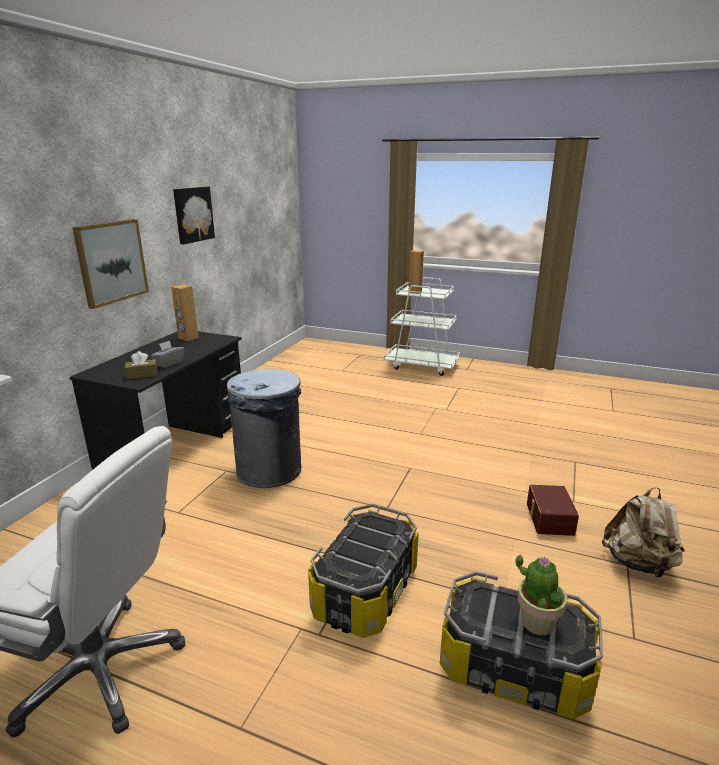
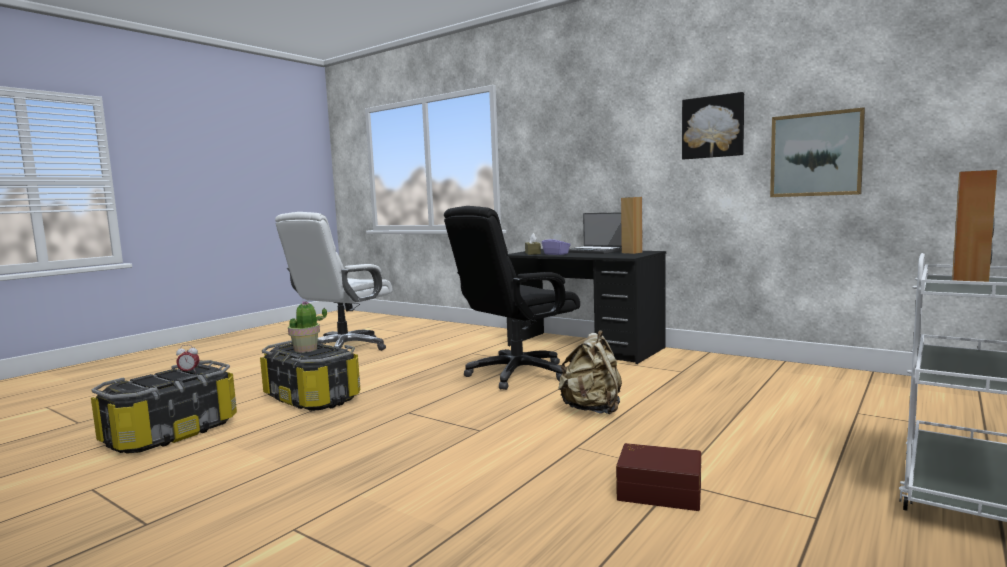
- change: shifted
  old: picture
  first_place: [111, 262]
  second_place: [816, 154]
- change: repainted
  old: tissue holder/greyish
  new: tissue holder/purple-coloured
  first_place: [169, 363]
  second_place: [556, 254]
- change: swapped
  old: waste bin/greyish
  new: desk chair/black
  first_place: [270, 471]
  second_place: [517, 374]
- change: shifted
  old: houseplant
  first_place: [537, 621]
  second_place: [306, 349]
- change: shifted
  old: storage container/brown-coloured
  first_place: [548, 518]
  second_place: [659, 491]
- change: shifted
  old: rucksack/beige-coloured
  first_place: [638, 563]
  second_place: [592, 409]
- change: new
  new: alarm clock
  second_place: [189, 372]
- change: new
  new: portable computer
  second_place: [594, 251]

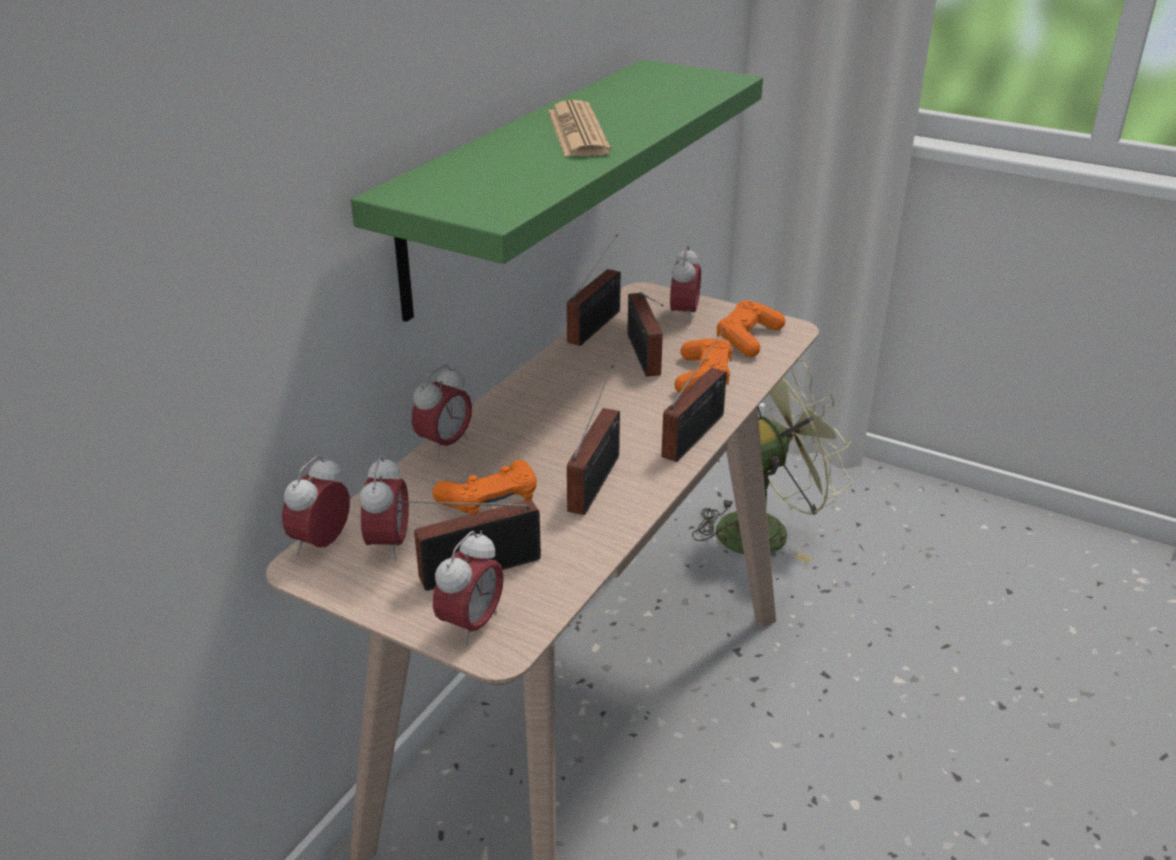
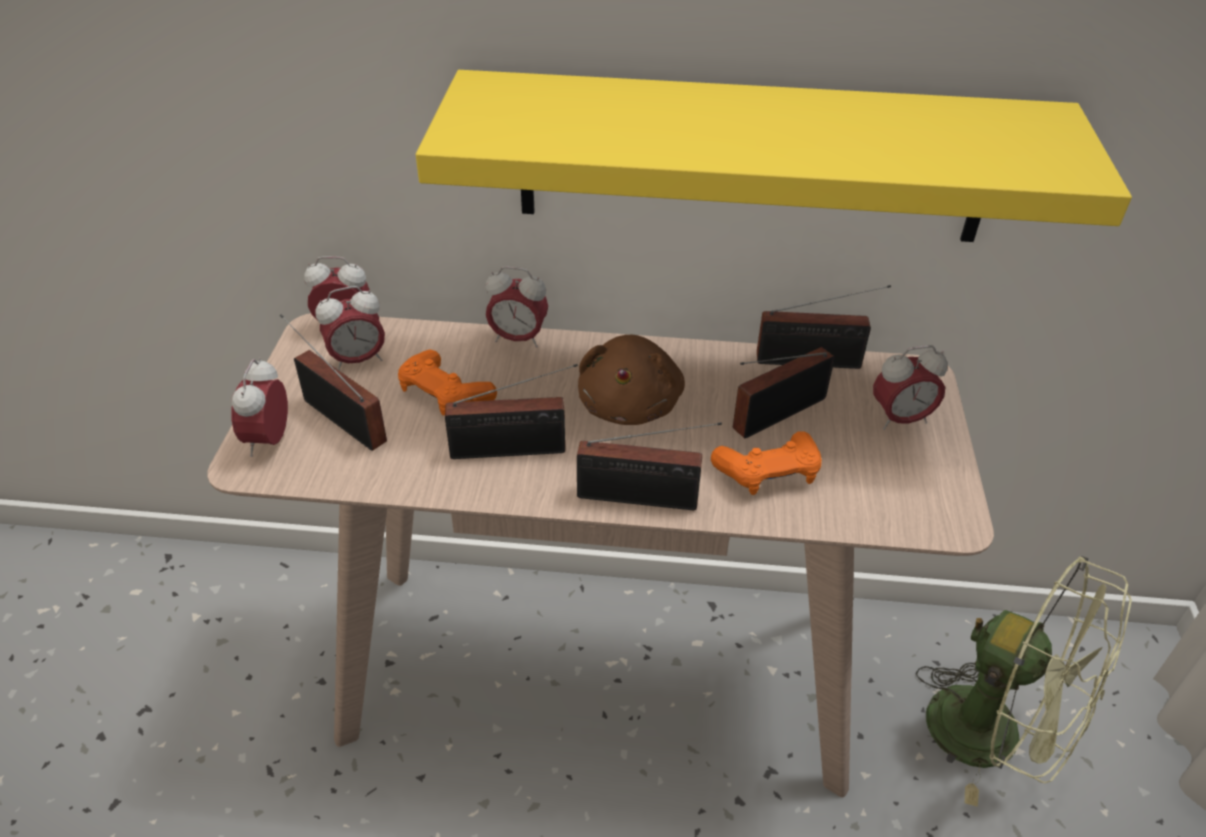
- change: repainted
  old: wall shelf/greenish
  new: wall shelf/yellow-coloured
  first_place: [523, 182]
  second_place: [752, 158]
- change: rotated
  old: alarm clock
  first_place: [471, 625]
  second_place: [269, 440]
  degrees: 90
- change: gone
  old: daily paper
  first_place: [577, 132]
- change: gone
  old: joypad/orangey
  first_place: [748, 338]
- change: new
  new: cuddly toy/brown-coloured
  second_place: [630, 404]

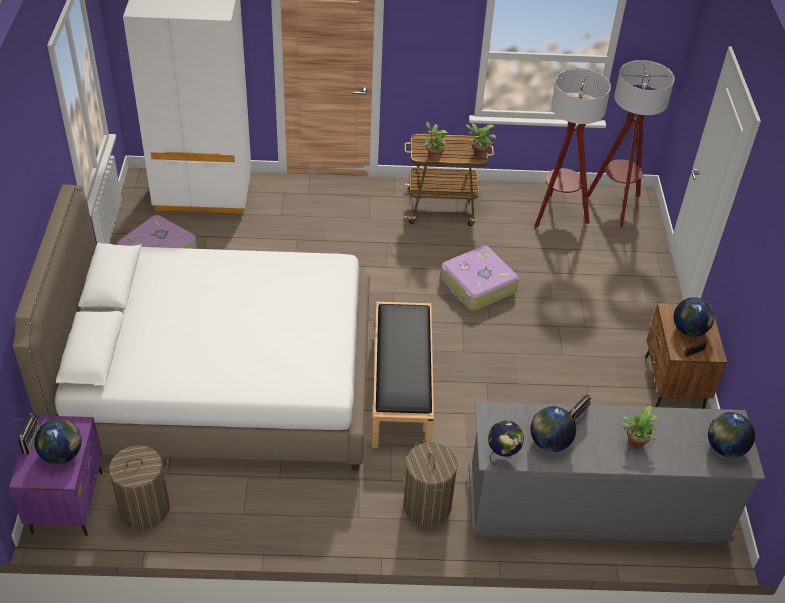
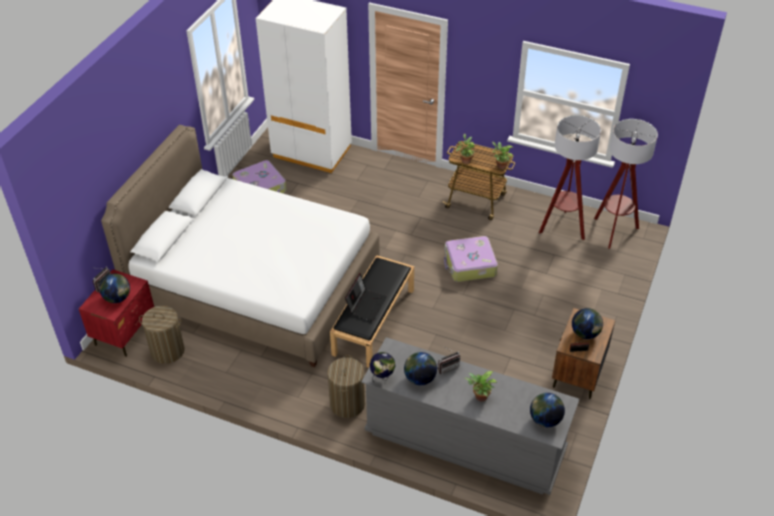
- change: repainted
  old: nightstand/purple-coloured
  new: nightstand/red
  first_place: [68, 502]
  second_place: [125, 333]
- change: new
  new: portable computer
  second_place: [366, 304]

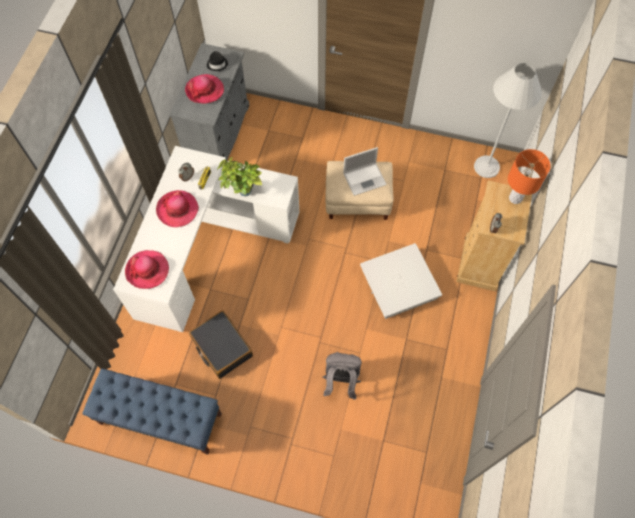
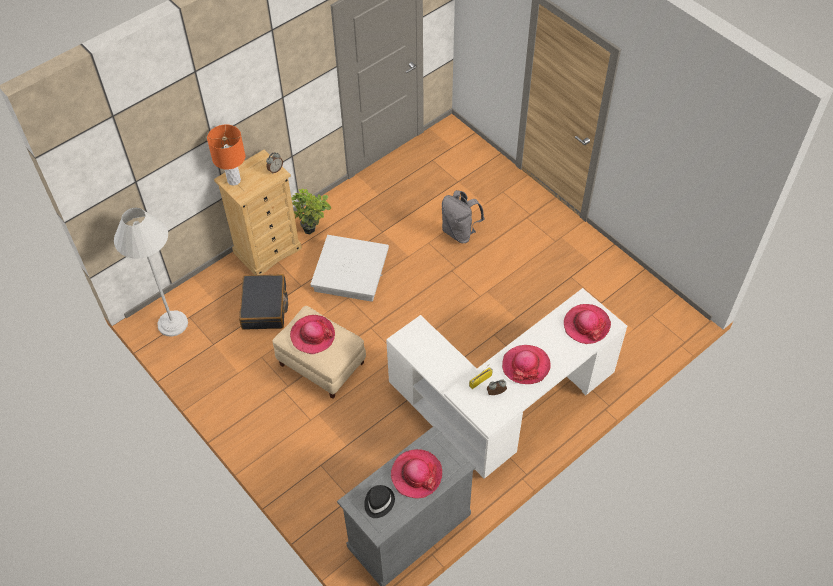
- change: gone
  old: bench/bluish
  first_place: [160, 419]
- change: shifted
  old: piece of luggage/black
  first_place: [221, 347]
  second_place: [265, 307]
- change: shifted
  old: houseplant
  first_place: [242, 193]
  second_place: [313, 229]
- change: swapped
  old: portable computer
  new: wearable hat
  first_place: [365, 178]
  second_place: [312, 335]

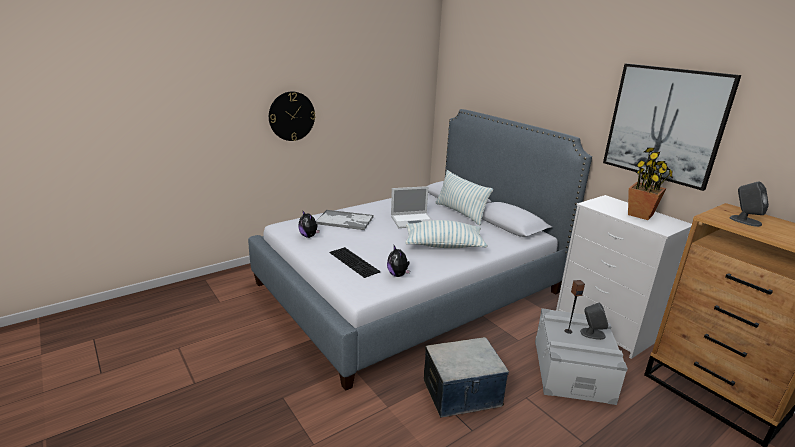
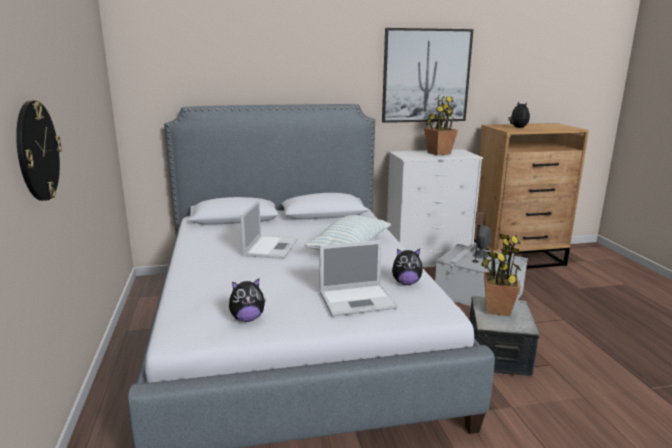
- change: gone
  old: tray
  first_place: [345, 221]
- change: swapped
  old: computer keyboard
  new: portable computer
  first_place: [355, 262]
  second_place: [358, 300]
- change: gone
  old: pillow
  first_place: [460, 213]
- change: swapped
  old: audio speaker/greyish
  new: cuddly toy
  first_place: [744, 221]
  second_place: [517, 127]
- change: new
  new: houseplant
  second_place: [497, 309]

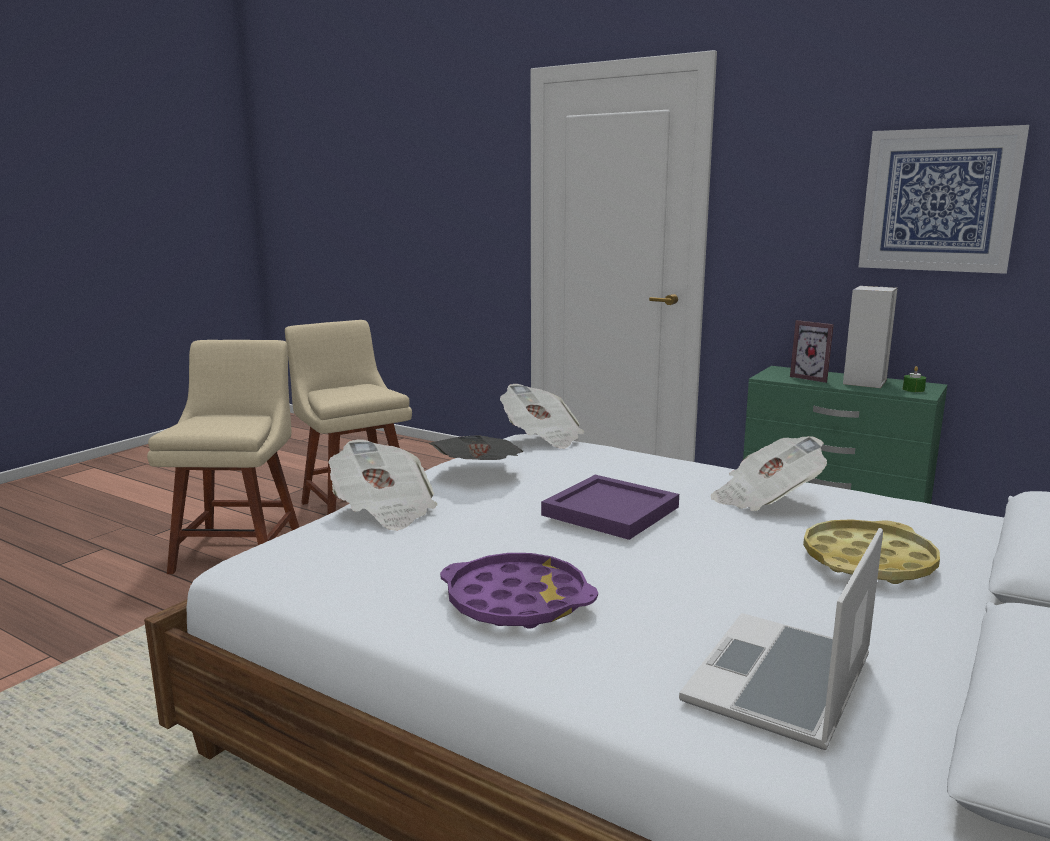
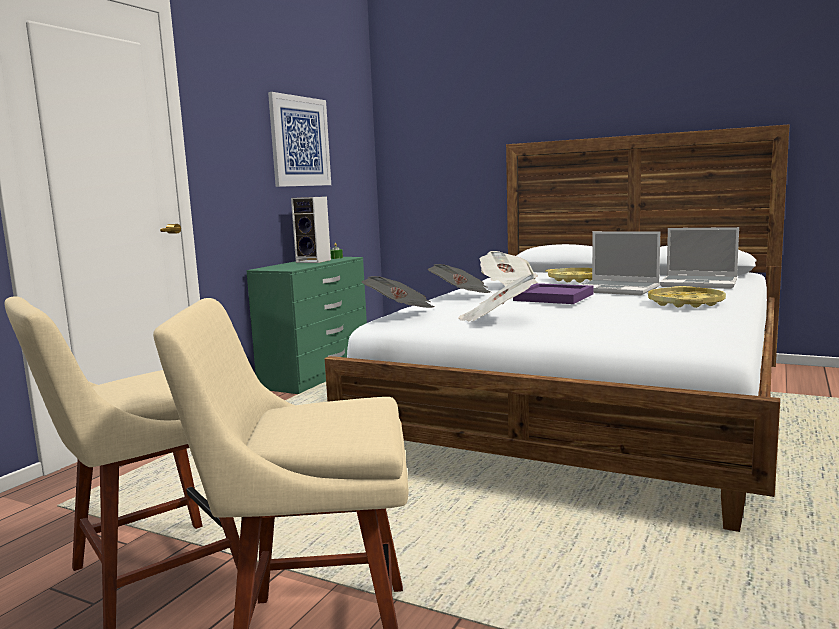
- change: shifted
  old: daily paper
  first_place: [384, 511]
  second_place: [462, 296]
- change: repainted
  old: tray/purple-coloured
  new: tray/yellow-coloured
  first_place: [517, 601]
  second_place: [685, 303]
- change: gone
  old: photo frame
  first_place: [812, 378]
- change: new
  new: portable computer
  second_place: [618, 289]

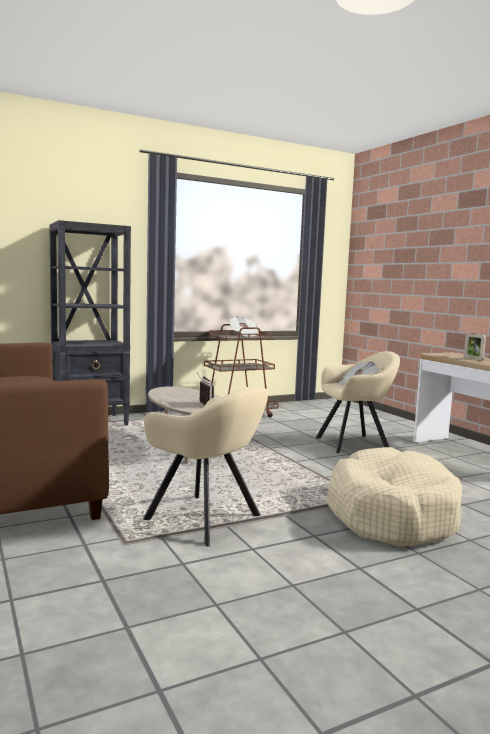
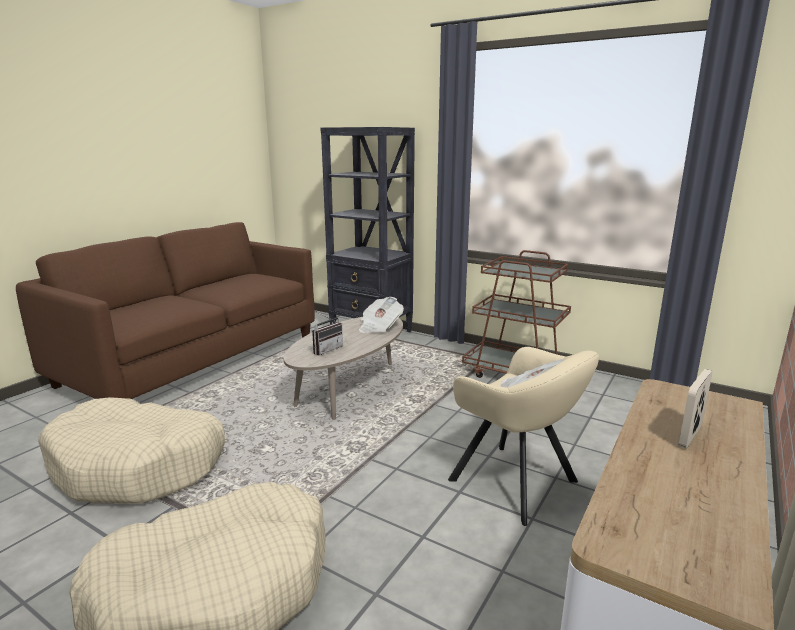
- change: swapped
  old: lounge chair/beige-coloured
  new: dog bed/beige-coloured
  first_place: [206, 520]
  second_place: [138, 466]
- change: shifted
  old: daily paper
  first_place: [244, 335]
  second_place: [379, 327]

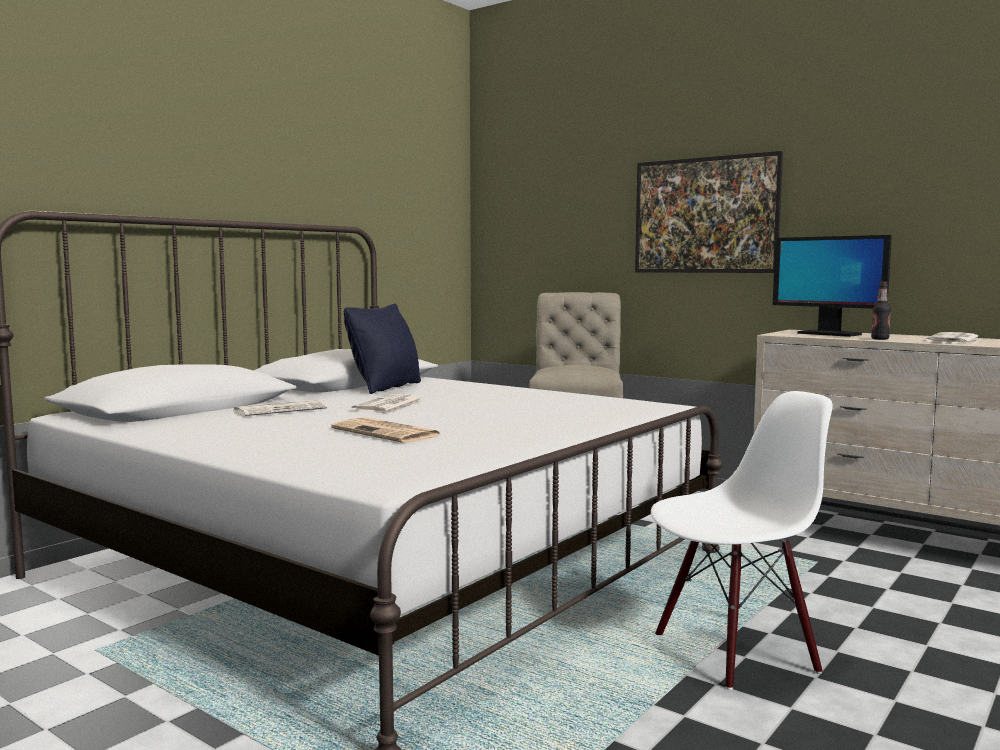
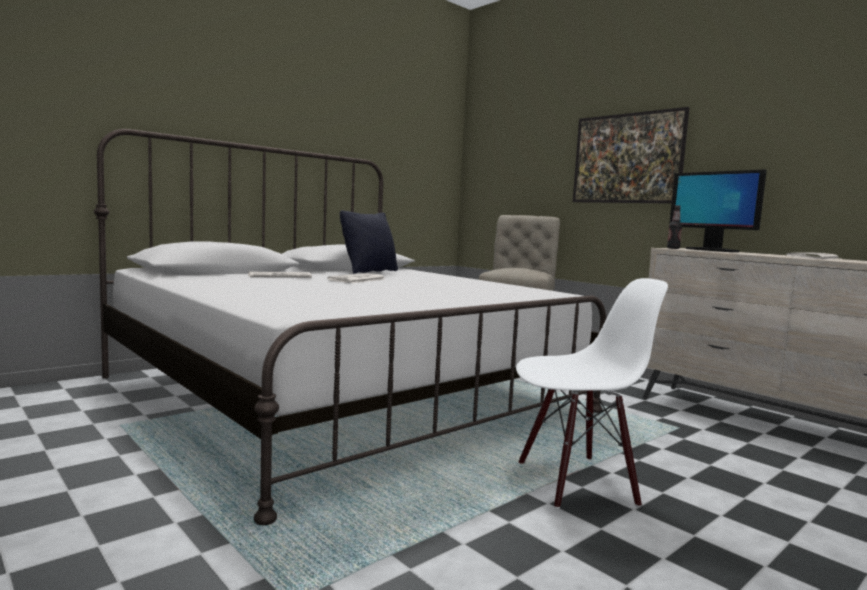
- change: gone
  old: daily paper
  first_place: [388, 432]
- change: shifted
  old: drink bottle
  first_place: [880, 339]
  second_place: [673, 248]

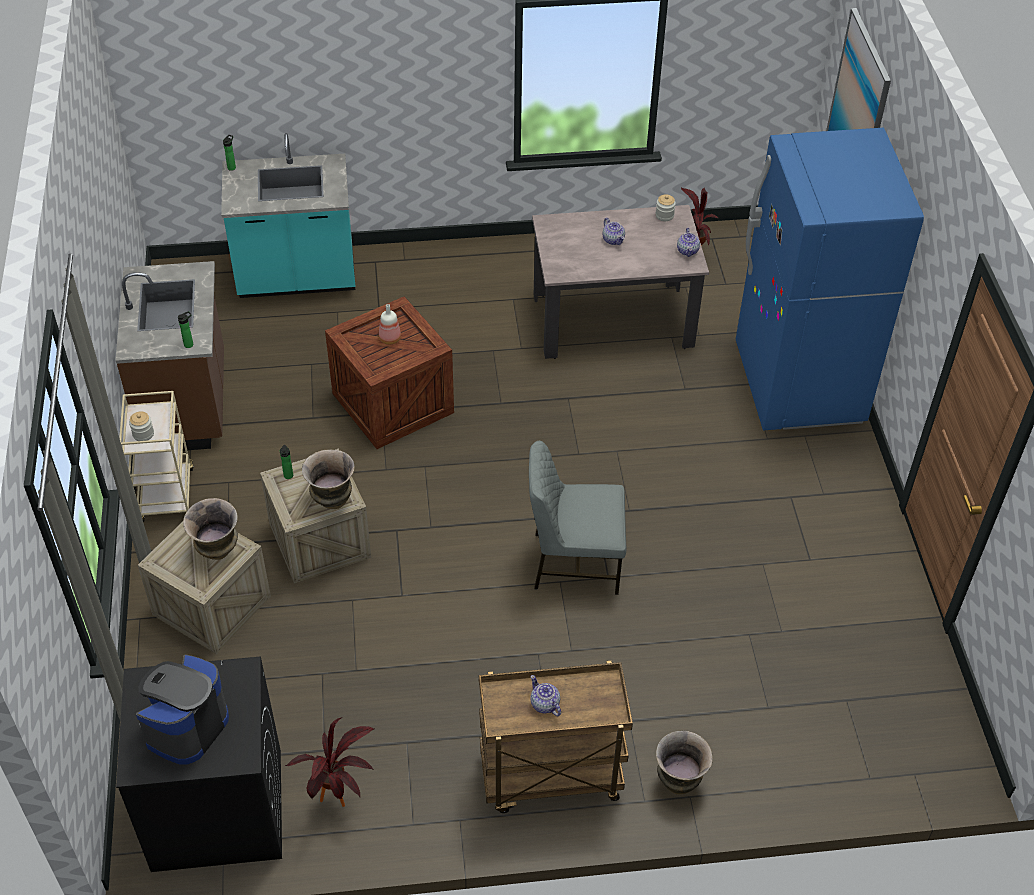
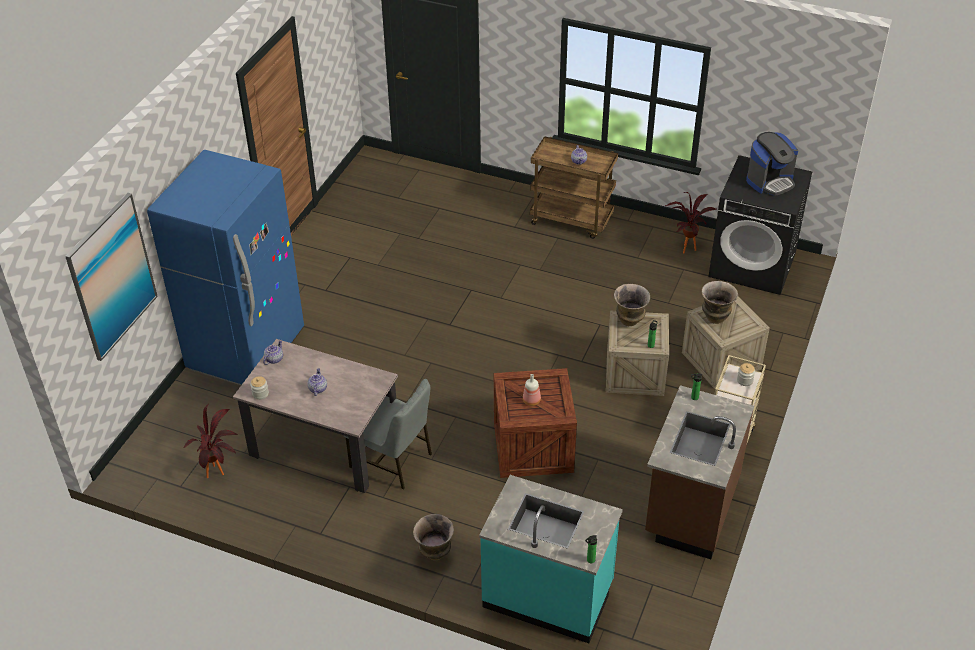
- change: shifted
  old: chair/greyish
  first_place: [574, 561]
  second_place: [392, 460]
- change: shifted
  old: vase
  first_place: [679, 781]
  second_place: [435, 553]

